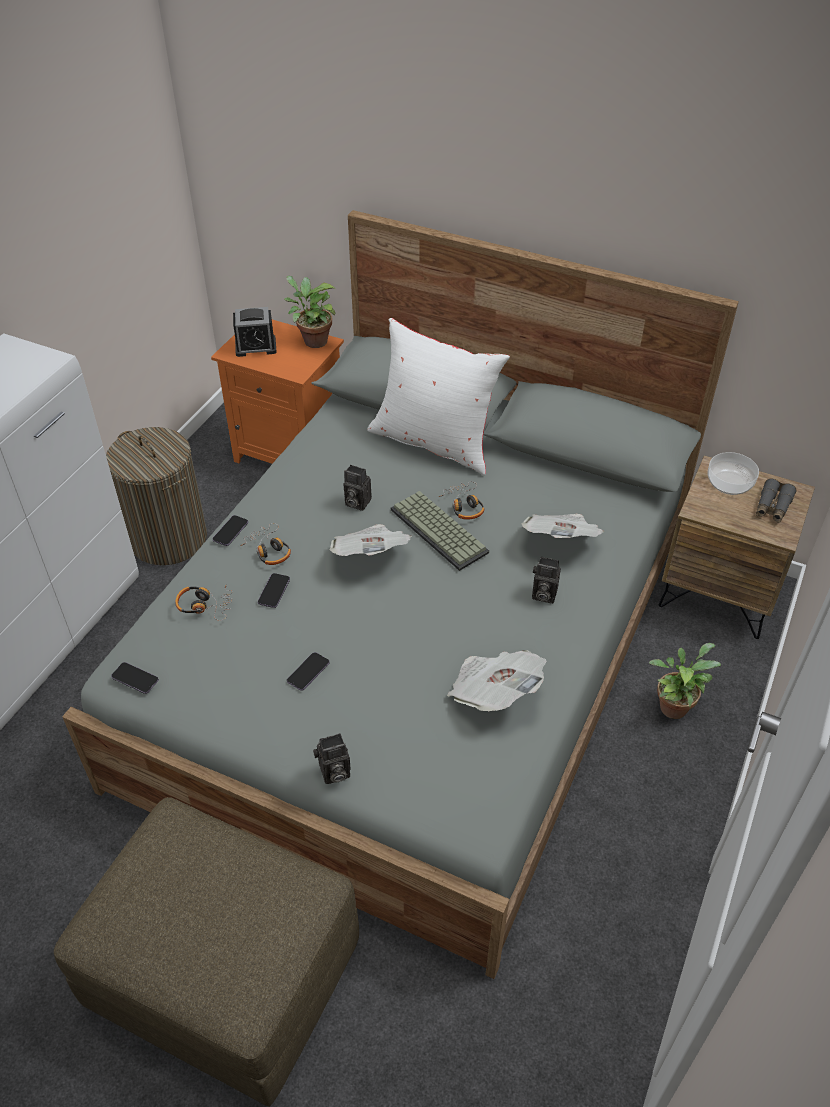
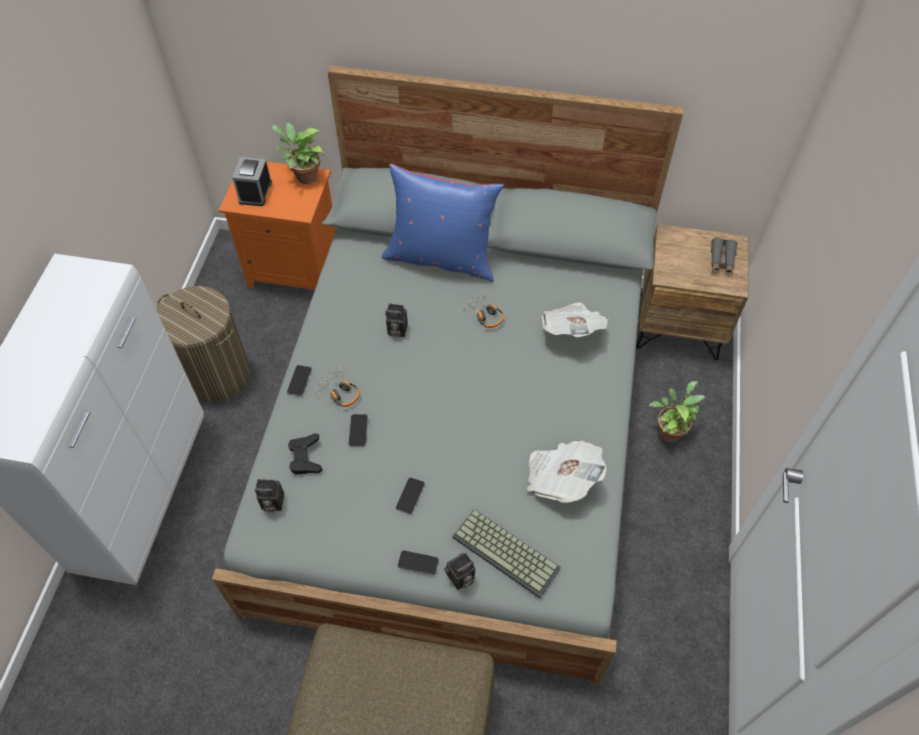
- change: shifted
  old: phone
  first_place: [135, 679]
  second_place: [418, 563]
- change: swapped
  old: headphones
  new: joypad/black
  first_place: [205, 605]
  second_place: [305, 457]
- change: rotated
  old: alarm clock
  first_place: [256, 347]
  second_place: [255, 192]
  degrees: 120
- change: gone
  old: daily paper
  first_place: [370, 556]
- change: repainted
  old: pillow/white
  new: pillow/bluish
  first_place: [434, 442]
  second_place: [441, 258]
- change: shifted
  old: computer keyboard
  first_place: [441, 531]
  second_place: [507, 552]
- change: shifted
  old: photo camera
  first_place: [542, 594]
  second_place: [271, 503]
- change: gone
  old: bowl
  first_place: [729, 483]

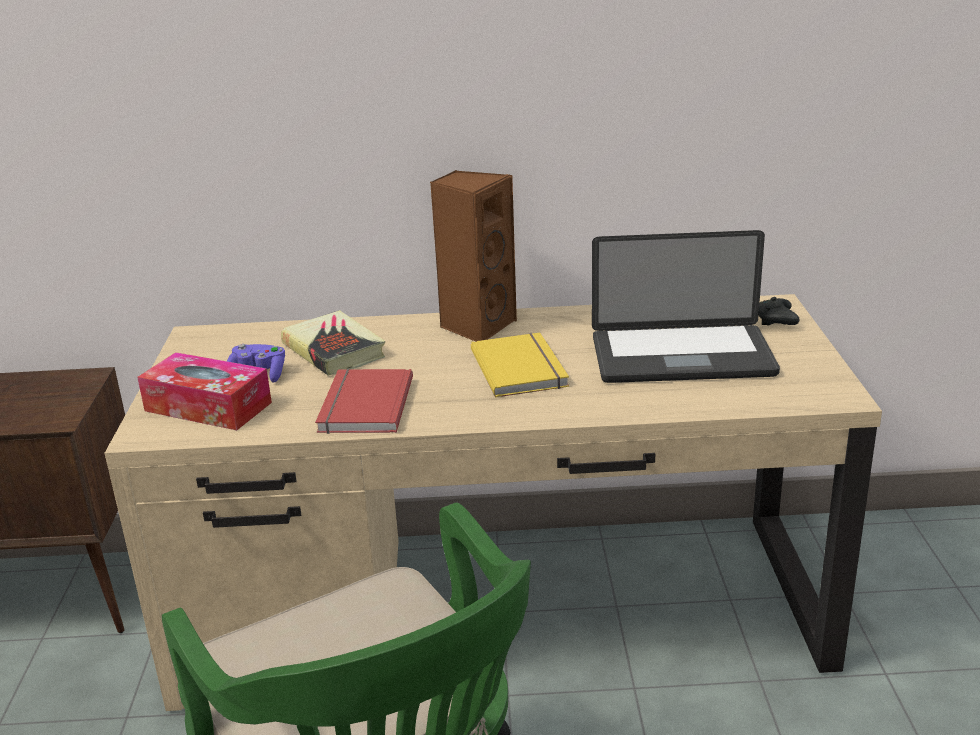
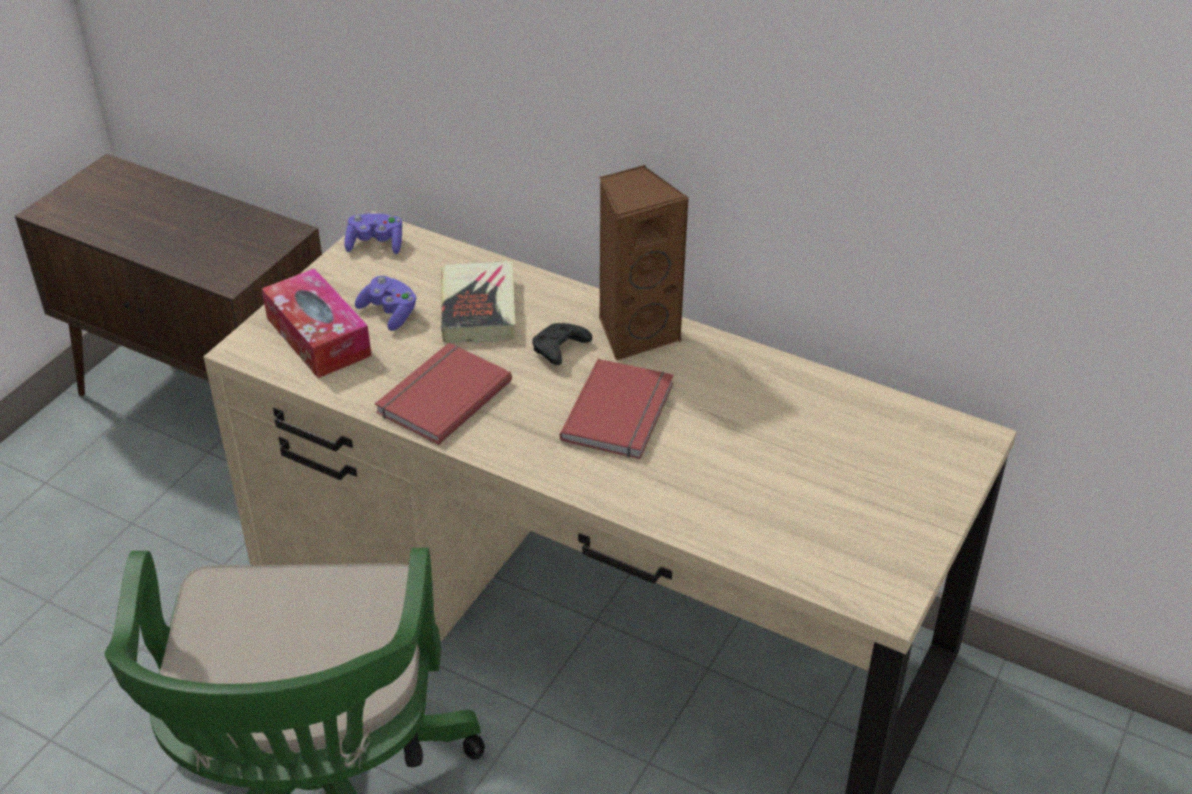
- change: repainted
  old: volume/yellow-coloured
  new: volume/red
  first_place: [522, 368]
  second_place: [622, 412]
- change: gone
  old: portable computer
  first_place: [682, 357]
- change: shifted
  old: joypad/black
  first_place: [776, 321]
  second_place: [559, 351]
- change: new
  new: joypad/purple-coloured
  second_place: [376, 244]

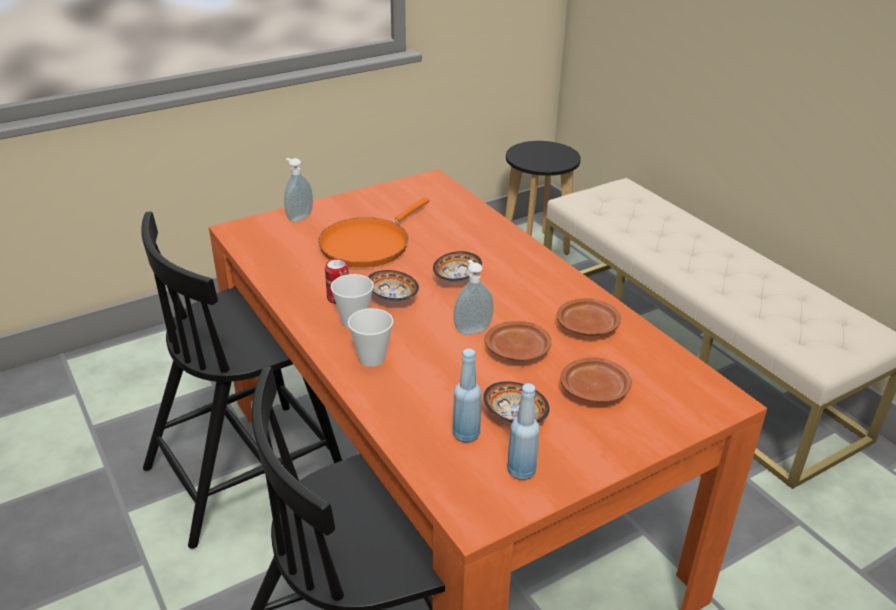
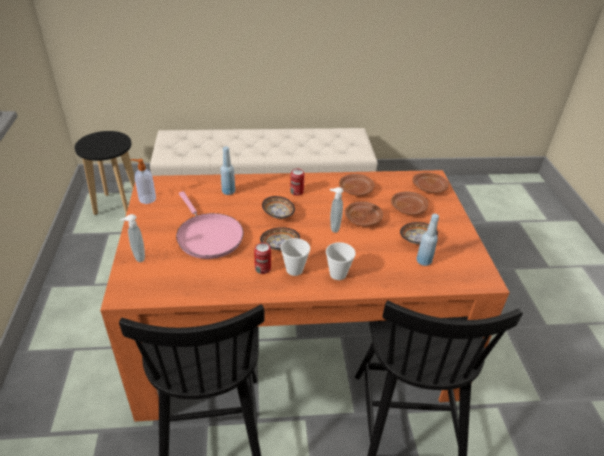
- change: repainted
  old: pan/orangey
  new: pan/pink-coloured
  first_place: [368, 245]
  second_place: [208, 236]
- change: shifted
  old: drink bottle/bluish
  first_place: [521, 471]
  second_place: [228, 191]
- change: new
  new: liquid soap bottle
  second_place: [146, 199]
- change: new
  new: sealed can
  second_place: [296, 192]
- change: new
  new: flat dish/brown-coloured
  second_place: [429, 188]

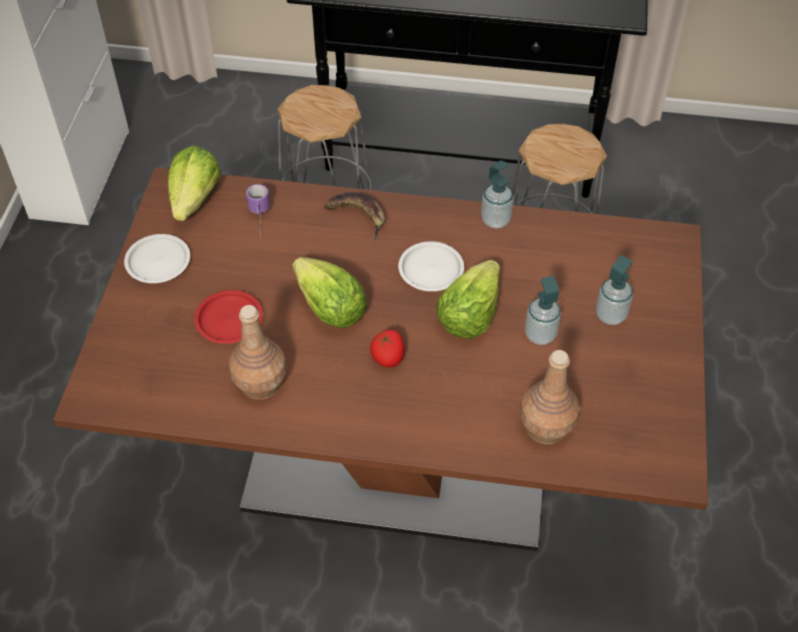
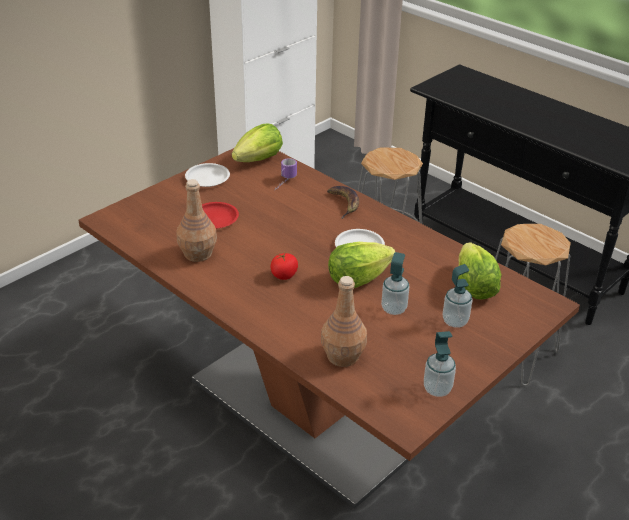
- change: shifted
  old: lettuce head
  first_place: [330, 309]
  second_place: [474, 287]
- change: shifted
  old: liquid soap bottle
  first_place: [495, 220]
  second_place: [437, 389]

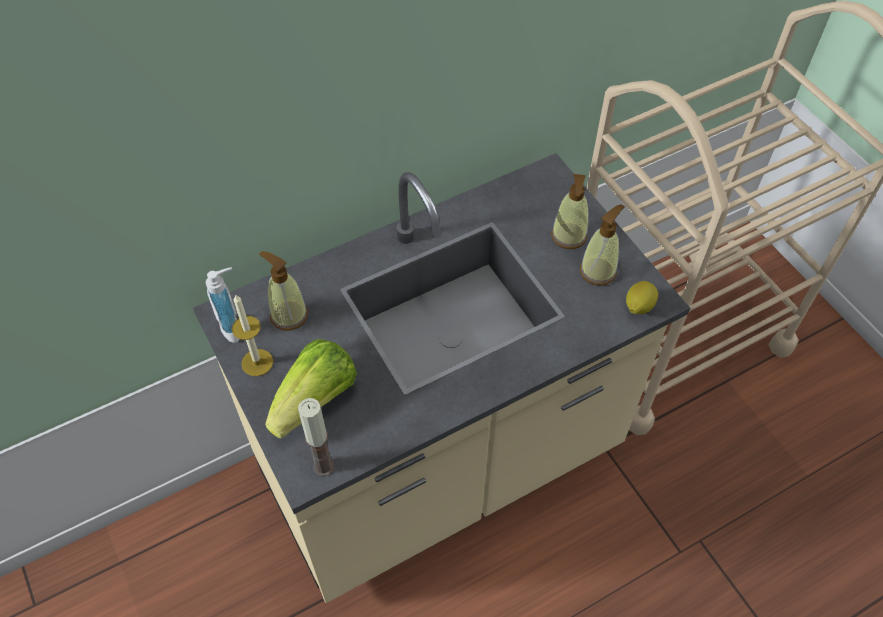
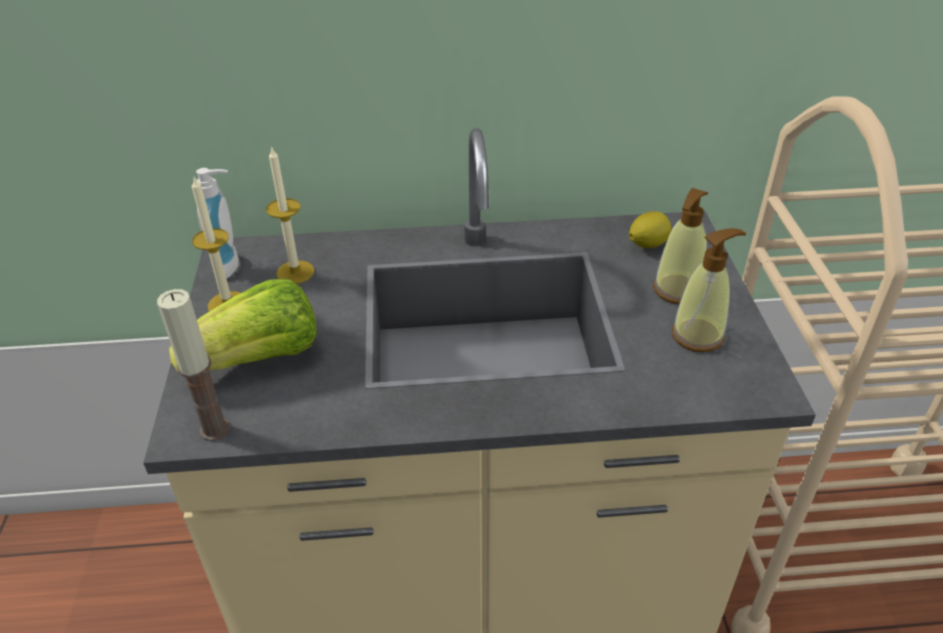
- change: swapped
  old: liquid soap bottle
  new: candle
  first_place: [288, 315]
  second_place: [295, 272]
- change: shifted
  old: whole lemon
  first_place: [638, 306]
  second_place: [647, 245]

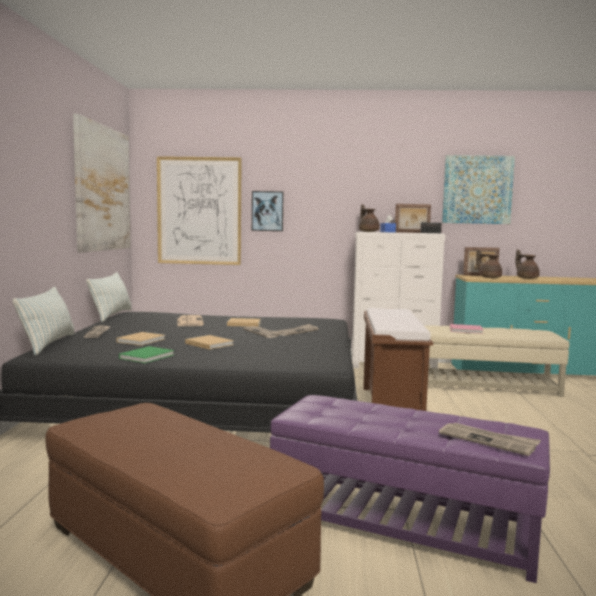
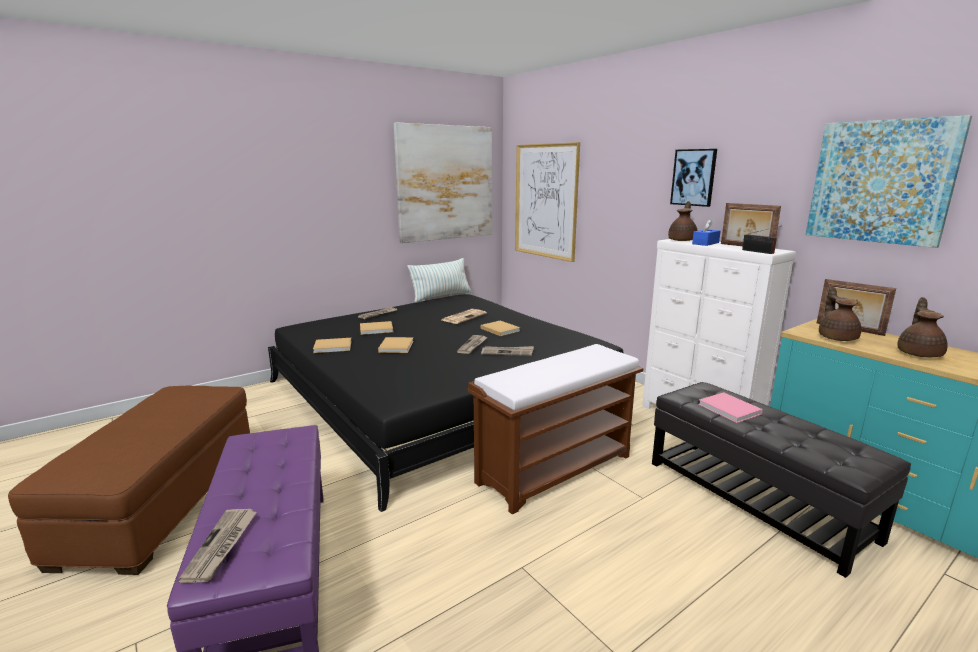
- change: gone
  old: pillow
  first_place: [48, 344]
- change: repainted
  old: volume/greenish
  new: volume/beige-coloured
  first_place: [148, 356]
  second_place: [334, 347]
- change: shifted
  old: picture
  first_place: [267, 211]
  second_place: [694, 177]
- change: repainted
  old: pouffe/beige-coloured
  new: pouffe/black
  first_place: [486, 385]
  second_place: [756, 498]

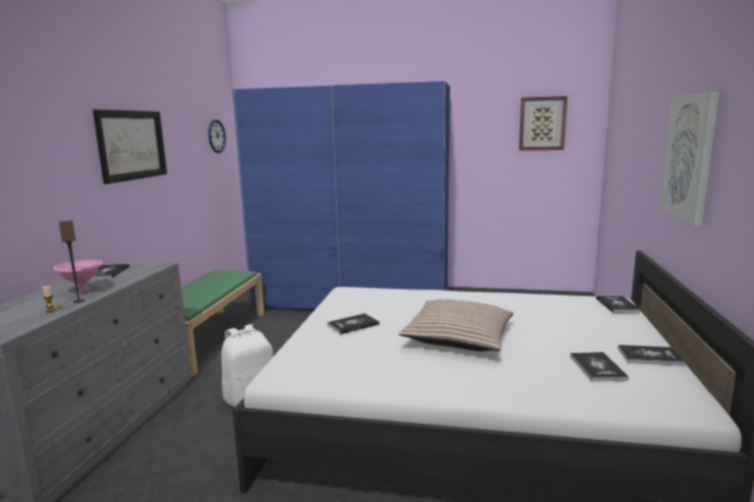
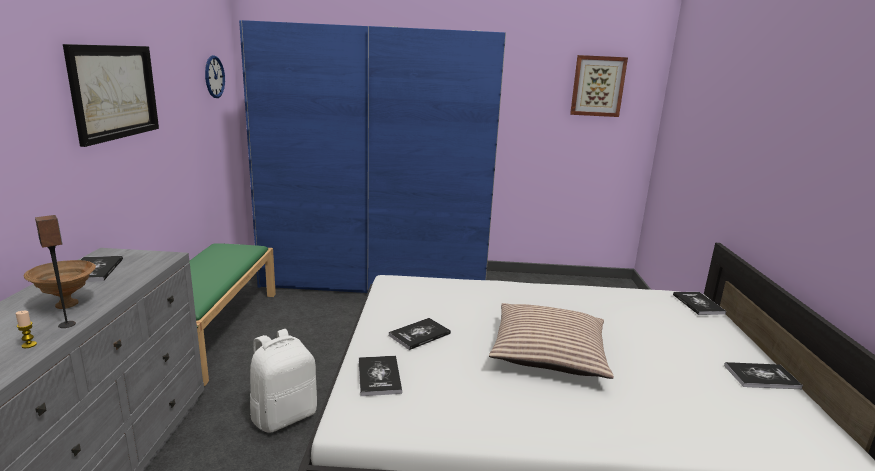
- change: repainted
  old: bowl/pink-coloured
  new: bowl/brown-coloured
  first_place: [82, 290]
  second_place: [66, 304]
- change: shifted
  old: volume
  first_place: [597, 368]
  second_place: [379, 376]
- change: gone
  old: picture
  first_place: [689, 156]

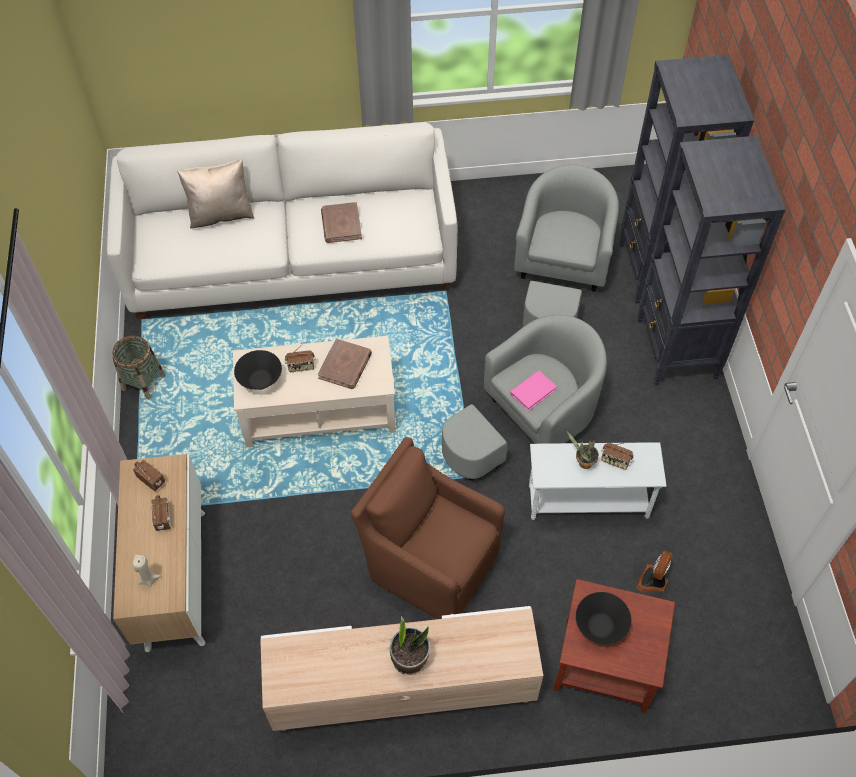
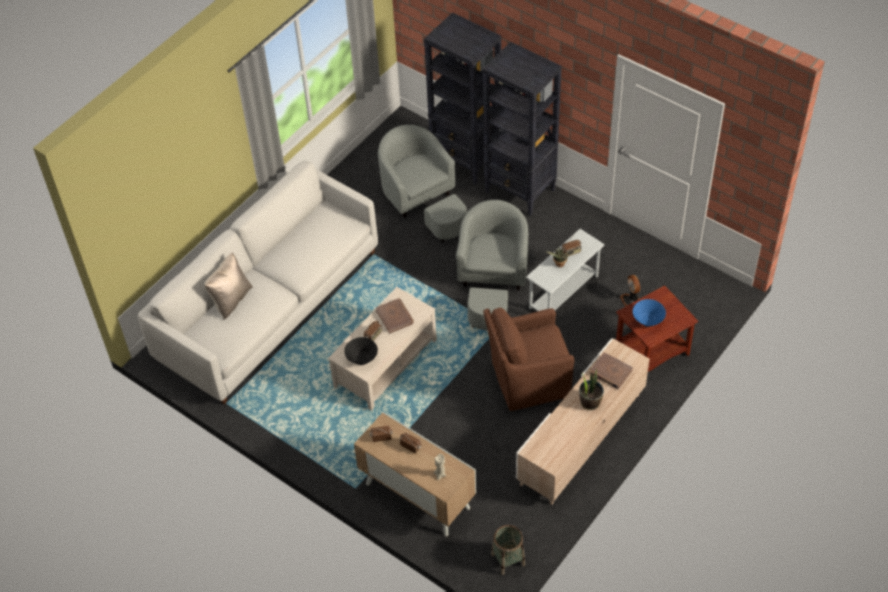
- change: shifted
  old: household basket
  first_place: [143, 382]
  second_place: [508, 559]
- change: shifted
  old: volume/brown-coloured
  first_place: [341, 224]
  second_place: [610, 372]
- change: gone
  old: volume/pink-coloured
  first_place: [533, 392]
- change: repainted
  old: bowl/black
  new: bowl/bluish
  first_place: [600, 626]
  second_place: [648, 320]

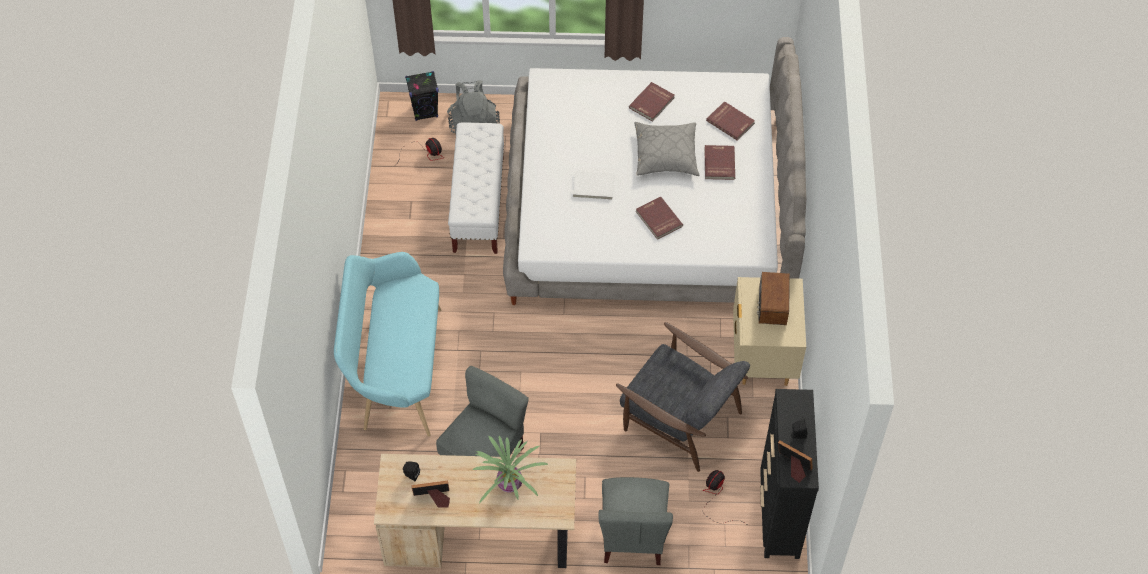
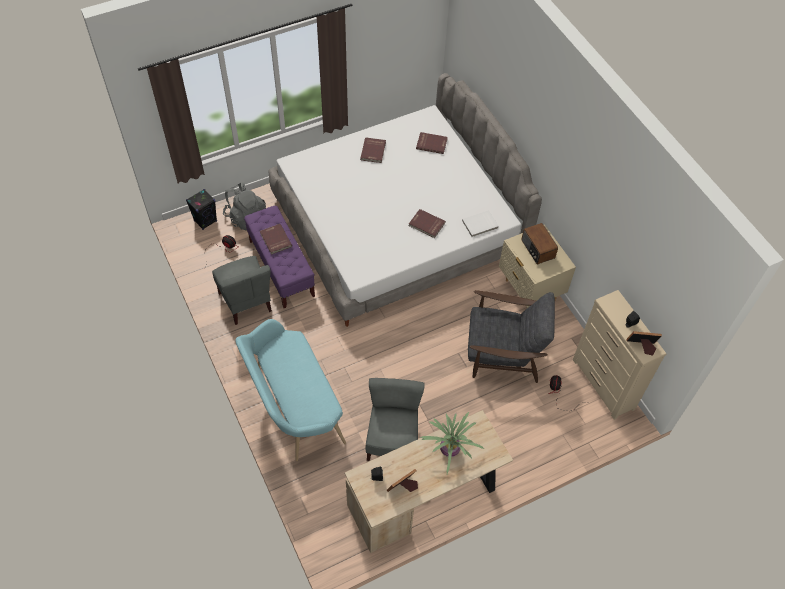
- change: repainted
  old: bench/white
  new: bench/purple-coloured
  first_place: [478, 205]
  second_place: [281, 269]
- change: shifted
  old: volume/white
  first_place: [593, 187]
  second_place: [480, 225]
- change: shifted
  old: chair/greyish
  first_place: [633, 536]
  second_place: [246, 302]
- change: gone
  old: pillow/greyish
  first_place: [666, 155]
- change: shifted
  old: volume/red
  first_place: [718, 163]
  second_place: [275, 240]
- change: repainted
  old: drawer chest/black
  new: drawer chest/beige-coloured
  first_place: [779, 512]
  second_place: [603, 384]

